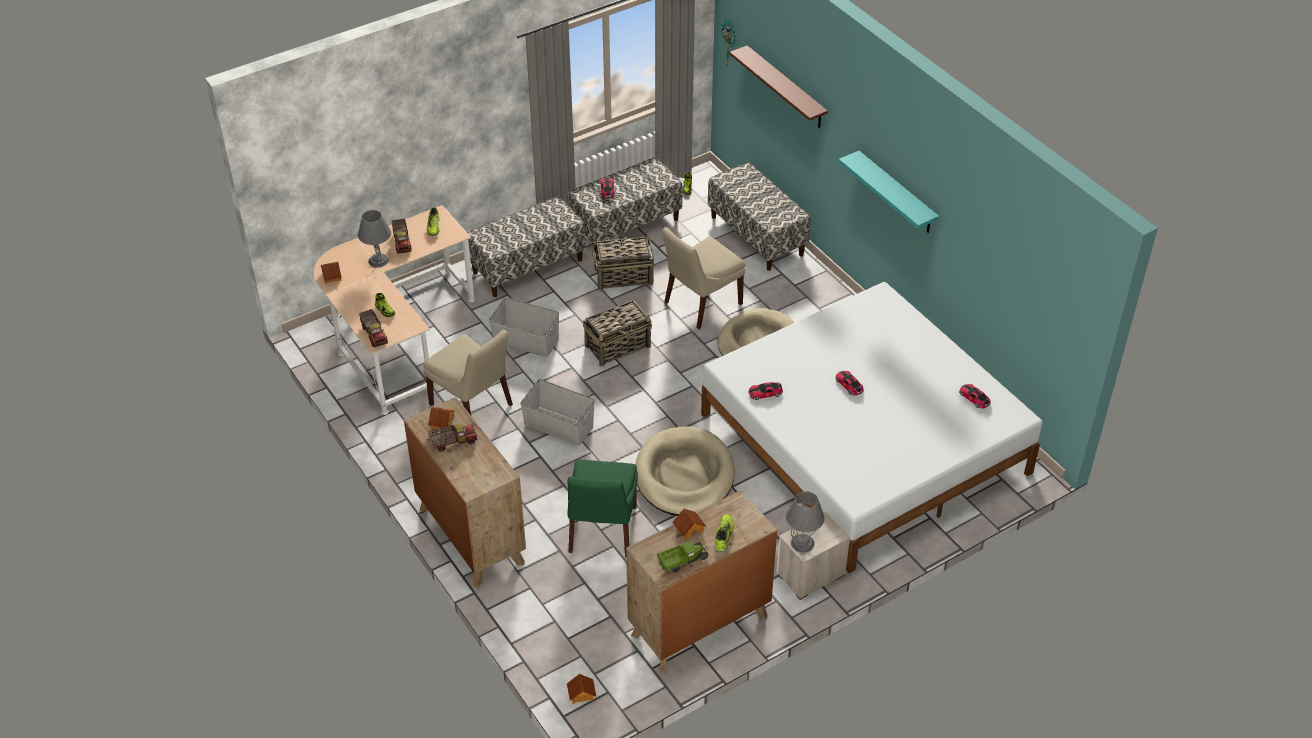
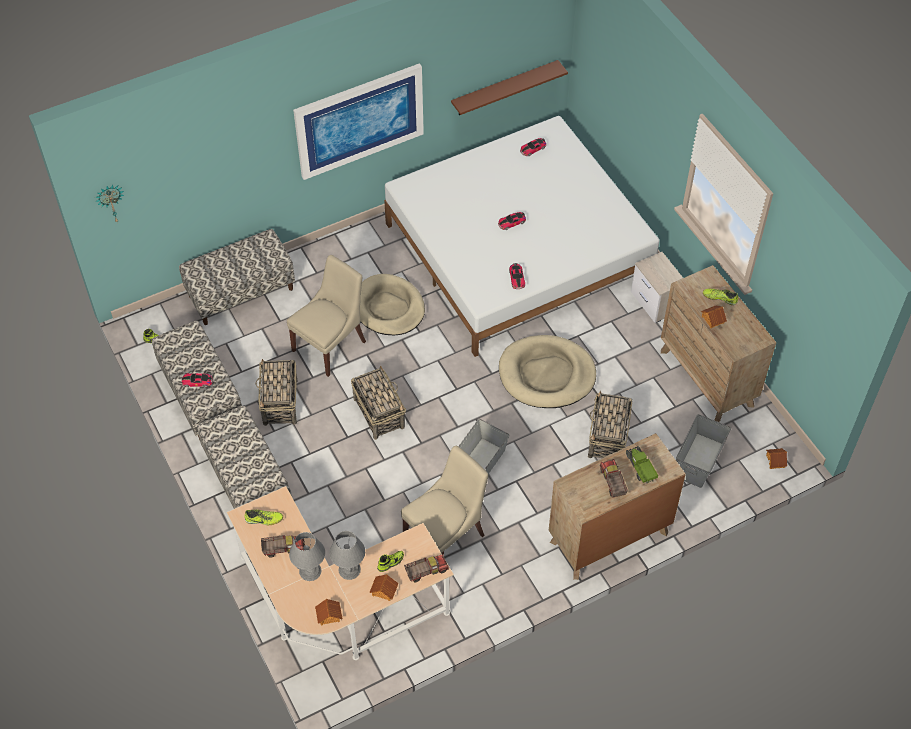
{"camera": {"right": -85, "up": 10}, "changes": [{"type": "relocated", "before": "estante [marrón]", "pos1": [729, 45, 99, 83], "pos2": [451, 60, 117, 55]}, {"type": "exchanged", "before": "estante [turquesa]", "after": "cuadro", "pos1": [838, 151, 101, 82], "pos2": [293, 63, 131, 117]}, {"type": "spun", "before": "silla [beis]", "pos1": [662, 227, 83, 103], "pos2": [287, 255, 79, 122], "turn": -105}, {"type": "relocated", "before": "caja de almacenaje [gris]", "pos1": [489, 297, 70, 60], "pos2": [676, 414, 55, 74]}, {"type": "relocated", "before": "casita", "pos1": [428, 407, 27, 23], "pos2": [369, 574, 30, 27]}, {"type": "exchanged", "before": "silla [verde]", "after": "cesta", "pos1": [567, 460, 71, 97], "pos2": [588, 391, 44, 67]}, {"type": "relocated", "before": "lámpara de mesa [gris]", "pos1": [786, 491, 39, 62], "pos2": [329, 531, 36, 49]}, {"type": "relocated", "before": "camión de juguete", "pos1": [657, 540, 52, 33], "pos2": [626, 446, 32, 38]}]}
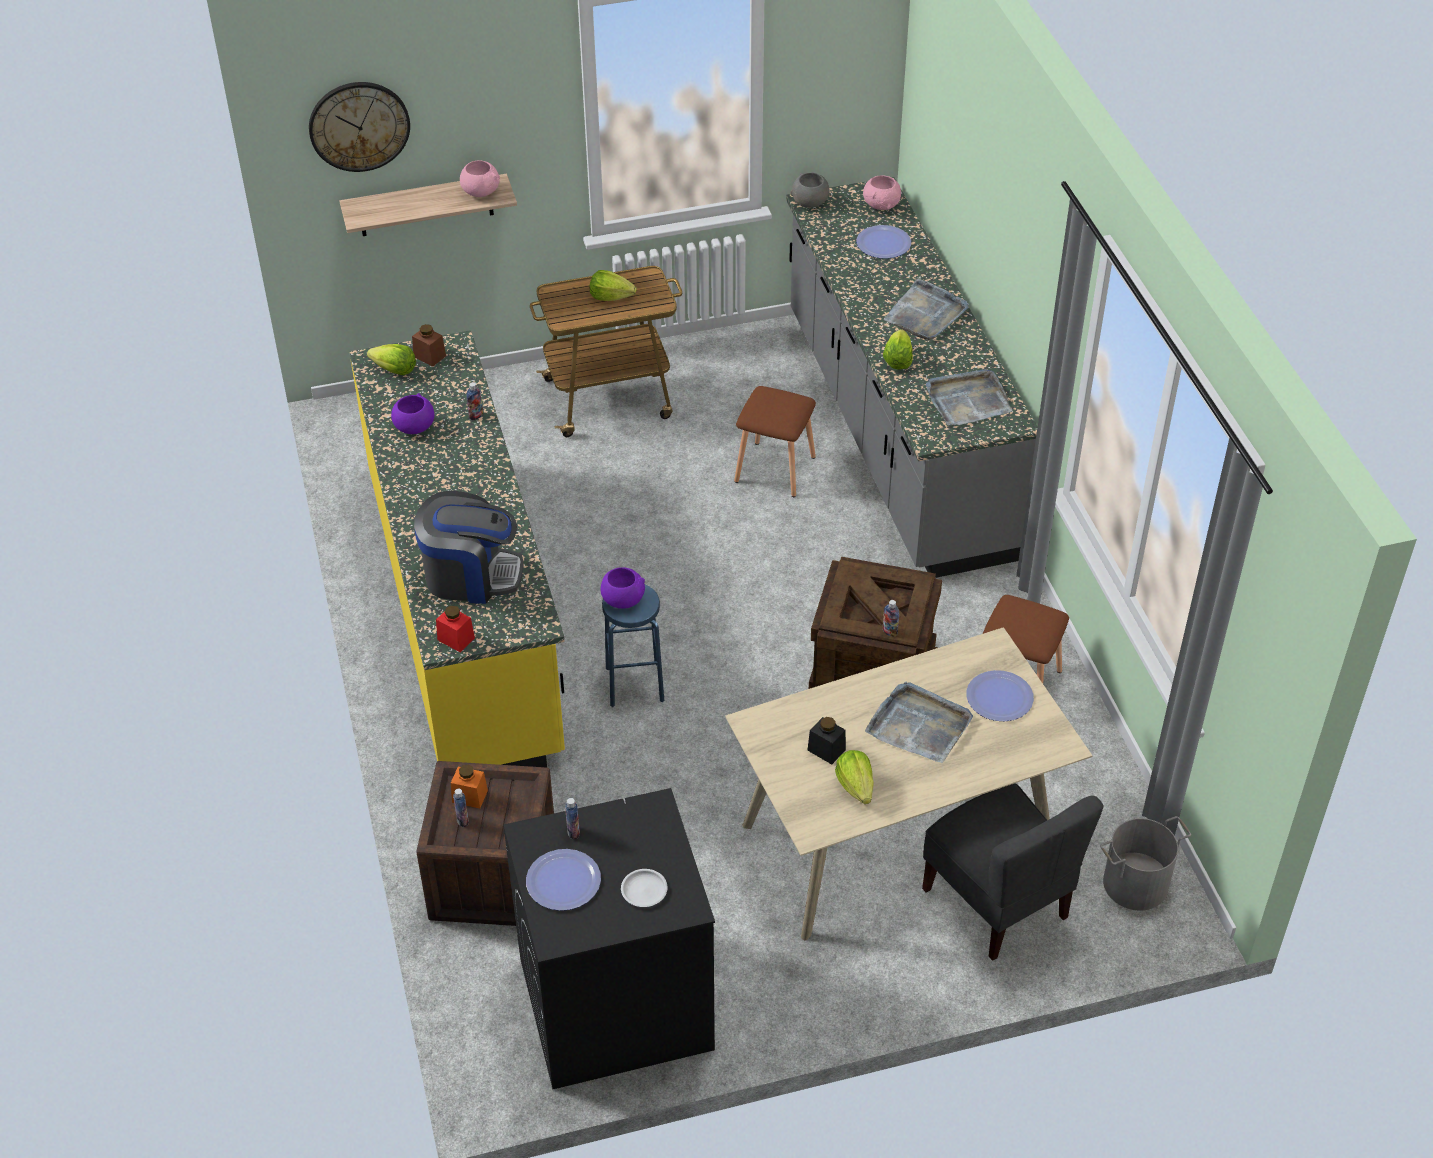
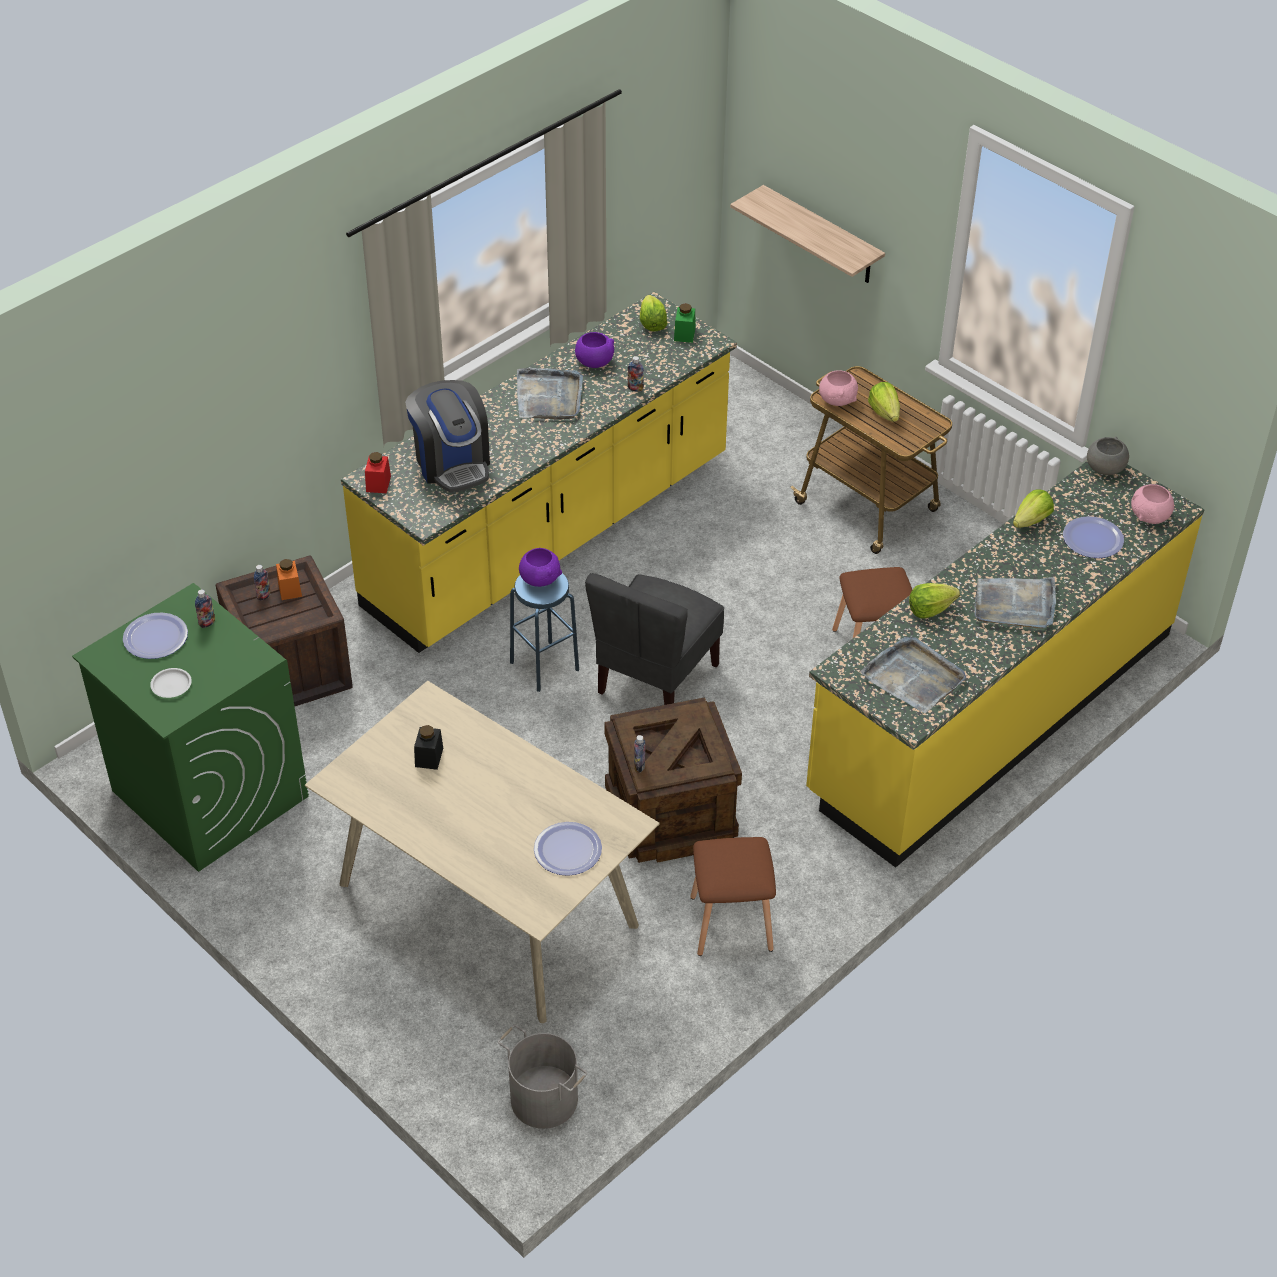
{"camera": {"right": 60, "up": 0}, "changes": [{"type": "missing", "before": "reloj de pared", "pos1": [309, 82, 101, 90]}, {"type": "relocated", "before": "cuenco [rosa]", "pos1": [460, 160, 40, 37], "pos2": [819, 370, 39, 36]}, {"type": "colour", "before": "mueble bajo de cocina [gris]", "after": "mueble bajo de cocina [amarillo]", "pos1": [786, 177, 251, 401], "pos2": [806, 461, 399, 407]}, {"type": "colour", "before": "tarro [marrón]", "after": "tarro [verde]", "pos1": [412, 324, 34, 43], "pos2": [674, 303, 21, 40]}, {"type": "relocated", "before": "bandeja [gris]", "pos1": [865, 681, 108, 82], "pos2": [517, 368, 66, 52]}, {"type": "relocated", "before": "lechuga", "pos1": [835, 750, 39, 54], "pos2": [1013, 489, 41, 39]}, {"type": "relocated", "before": "silla [gris]", "pos1": [922, 783, 182, 178], "pos2": [585, 573, 139, 132]}, {"type": "colour", "before": "lavadora [negro]", "after": "lavadora [verde]", "pos1": [503, 788, 212, 301], "pos2": [72, 583, 237, 289]}]}
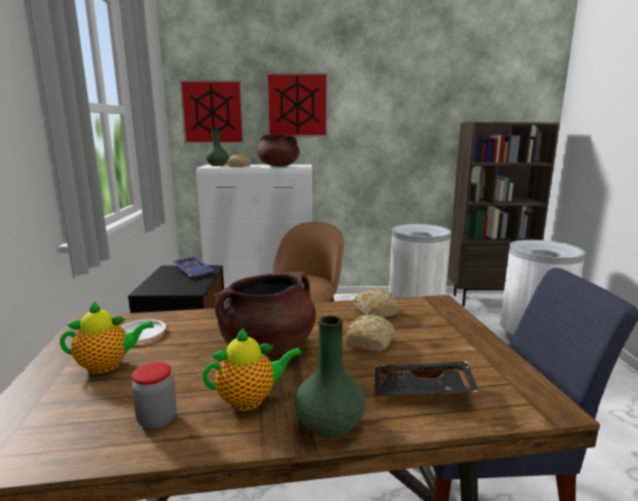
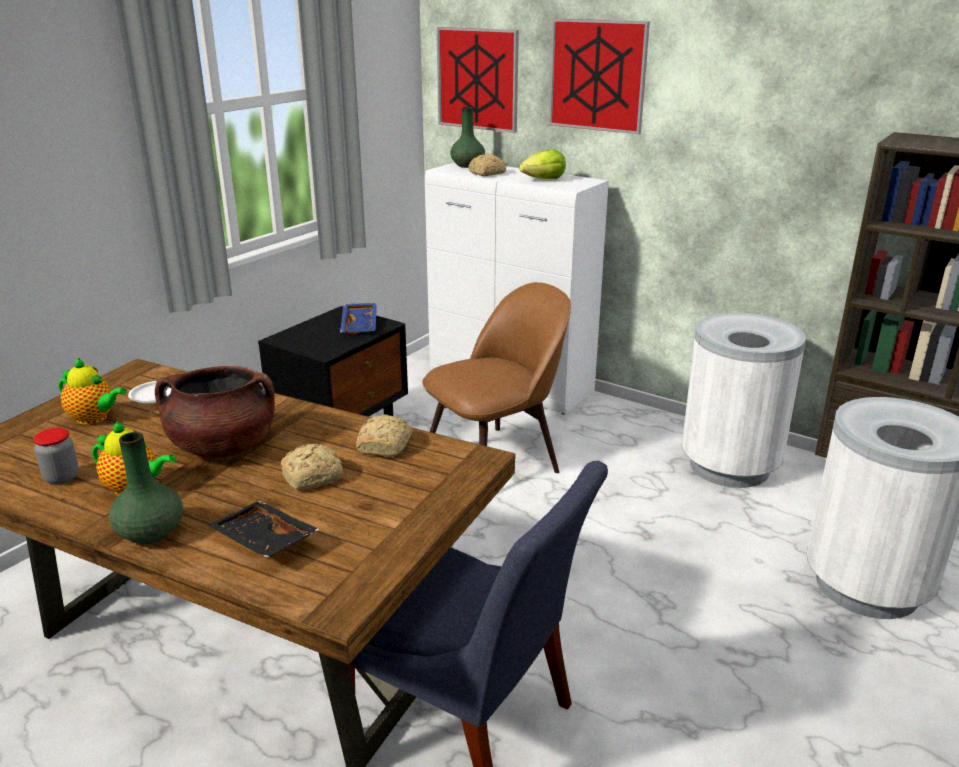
{"camera": {"right": 35, "up": 10}, "changes": [{"type": "exchanged", "before": "olla [marrón]", "after": "lechuga", "pos1": [257, 134, 42, 32], "pos2": [519, 150, 47, 29]}]}
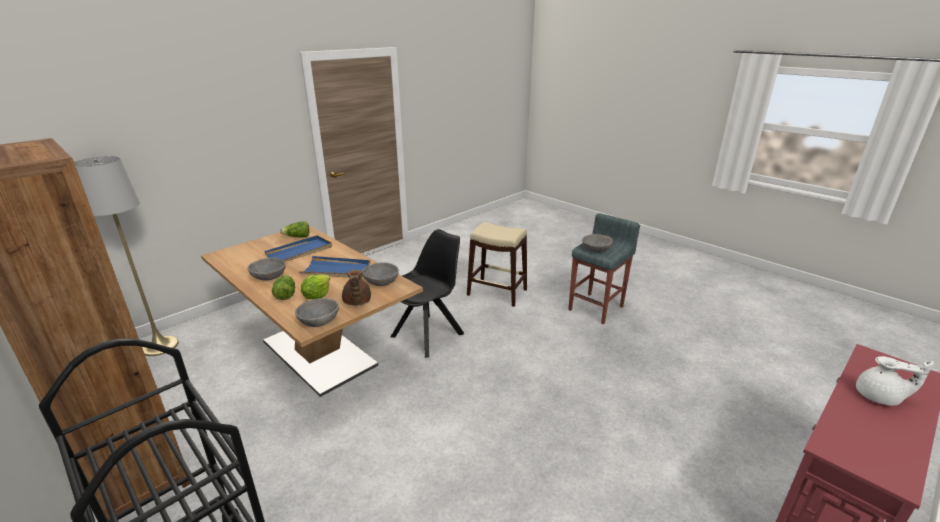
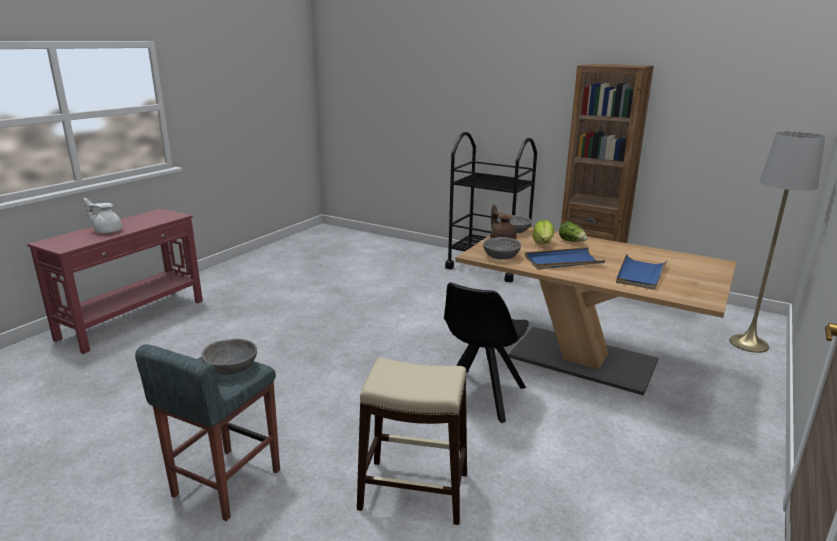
{"camera": {"right": 165, "up": -5}, "changes": [{"type": "missing", "before": "lechuga", "pos1": [280, 221, 29, 17]}, {"type": "missing", "before": "cuenco [gris]", "pos1": [247, 258, 39, 23]}]}
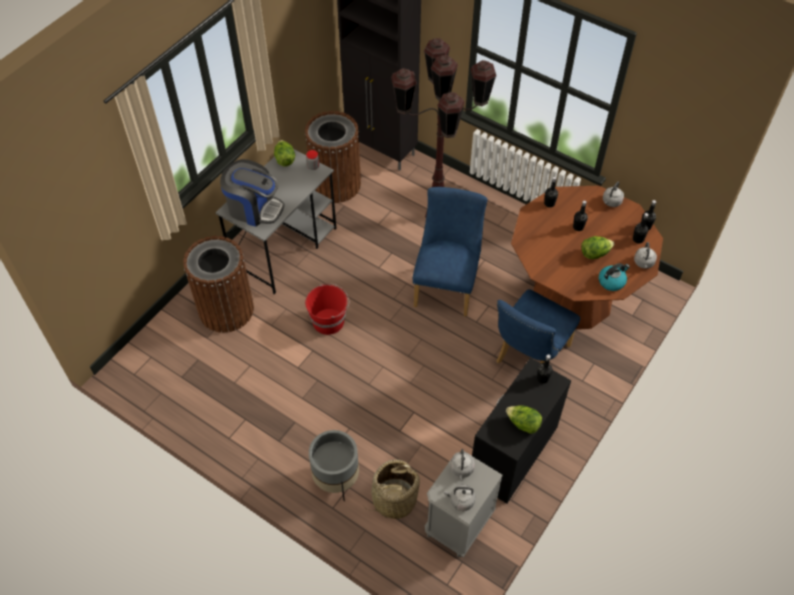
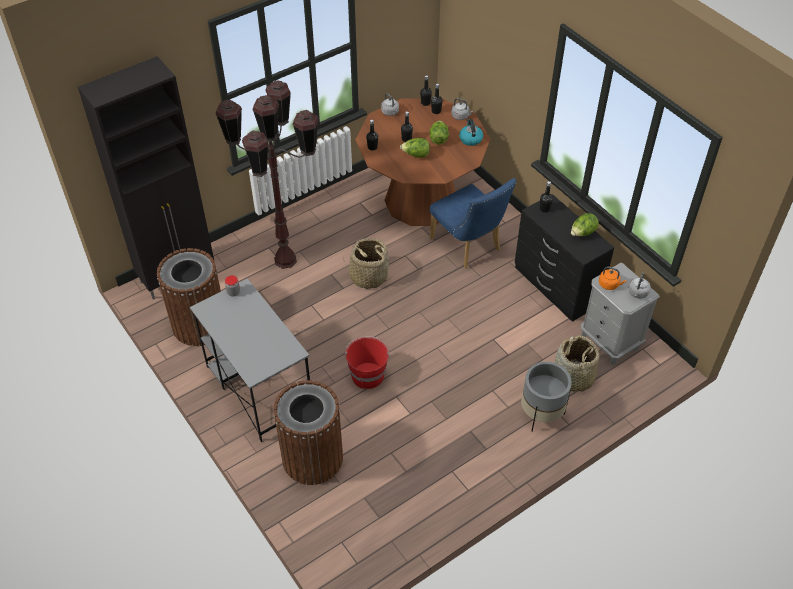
{"camera": {"right": -70, "up": -5}, "changes": [{"type": "relocated", "before": "lechuga", "pos1": [274, 140, 21, 26], "pos2": [400, 138, 30, 19]}, {"type": "missing", "before": "cafetera", "pos1": [220, 159, 64, 68]}, {"type": "exchanged", "before": "silla [azul]", "after": "cesta", "pos1": [413, 187, 74, 130], "pos2": [343, 238, 48, 51]}, {"type": "colour", "before": "hervidor [gris]", "after": "hervidor [naranja]", "pos1": [450, 449, 25, 31], "pos2": [599, 267, 28, 23]}]}
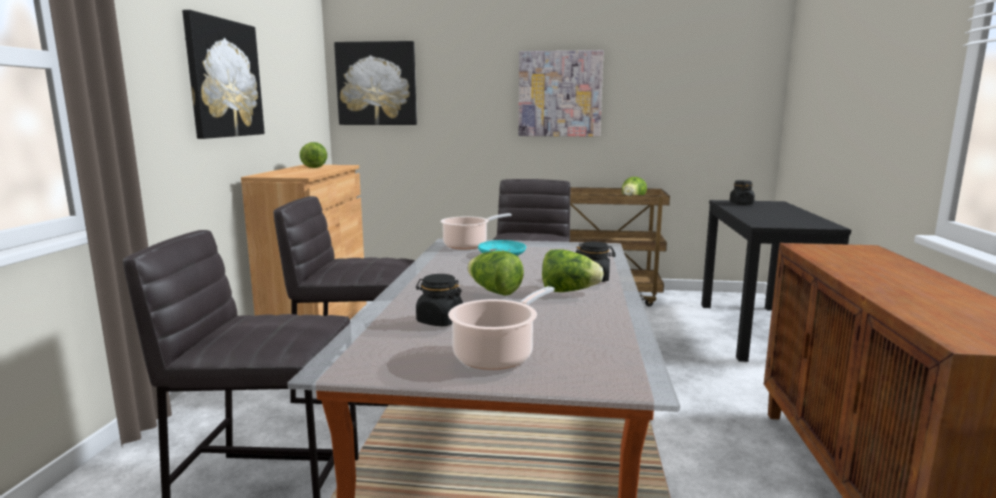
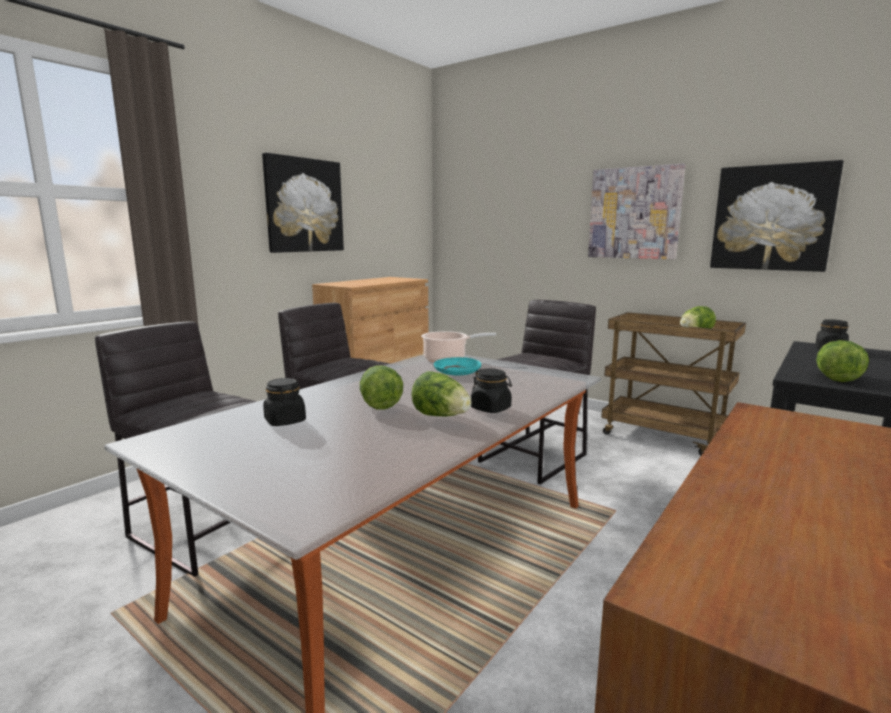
{"camera": {"right": 30, "up": 0}, "changes": [{"type": "relocated", "before": "cuadro", "pos1": [334, 41, 83, 84], "pos2": [710, 160, 134, 112]}, {"type": "relocated", "before": "lechuga", "pos1": [300, 142, 27, 26], "pos2": [816, 340, 53, 42]}, {"type": "missing", "before": "olla", "pos1": [448, 286, 106, 84]}]}
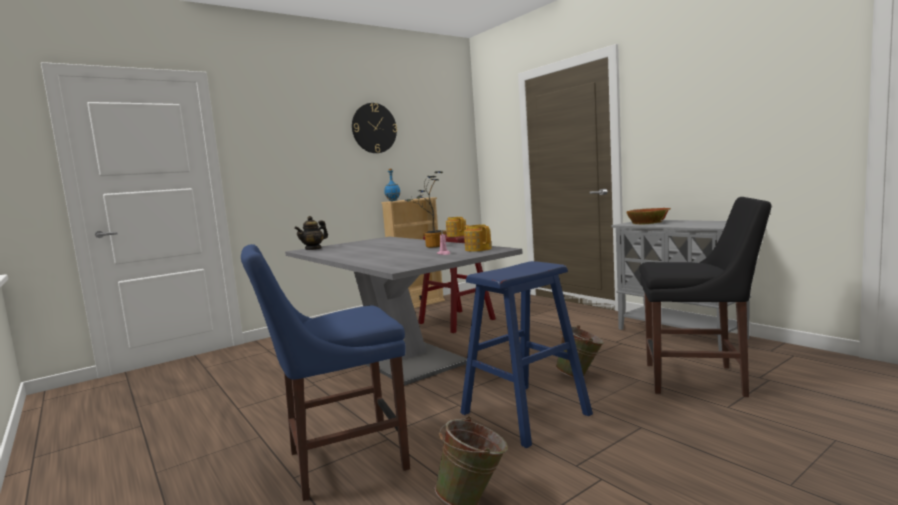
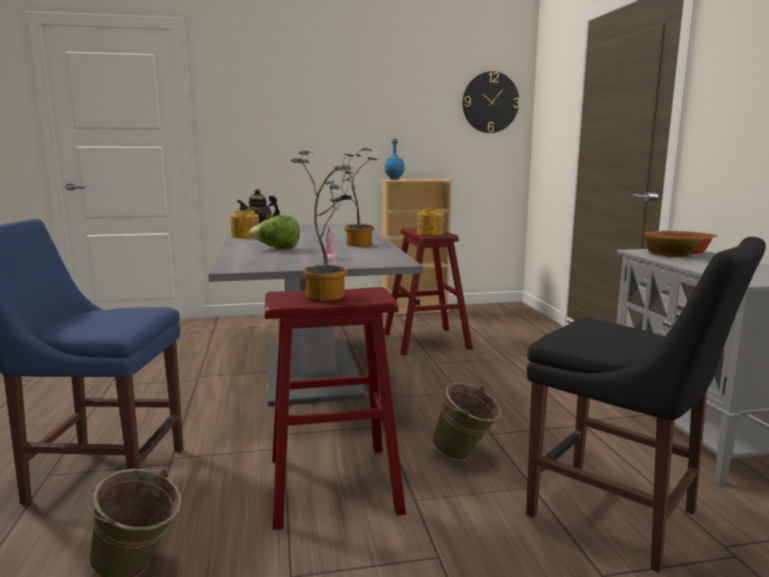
{"camera": {"right": 25, "up": 5}, "changes": [{"type": "relocated", "before": "reloj de pared", "pos1": [352, 103, 45, 50], "pos2": [463, 71, 57, 62]}, {"type": "relocated", "before": "tetera", "pos1": [464, 225, 28, 27], "pos2": [230, 210, 29, 28]}, {"type": "colour", "before": "taburete [azul]", "after": "taburete [rojo]", "pos1": [460, 261, 133, 187], "pos2": [265, 287, 141, 243]}, {"type": "appeared", "after": "planta en maceta", "pos2": [290, 151, 63, 150]}, {"type": "appeared", "after": "lechuga", "pos2": [249, 215, 51, 34]}]}
